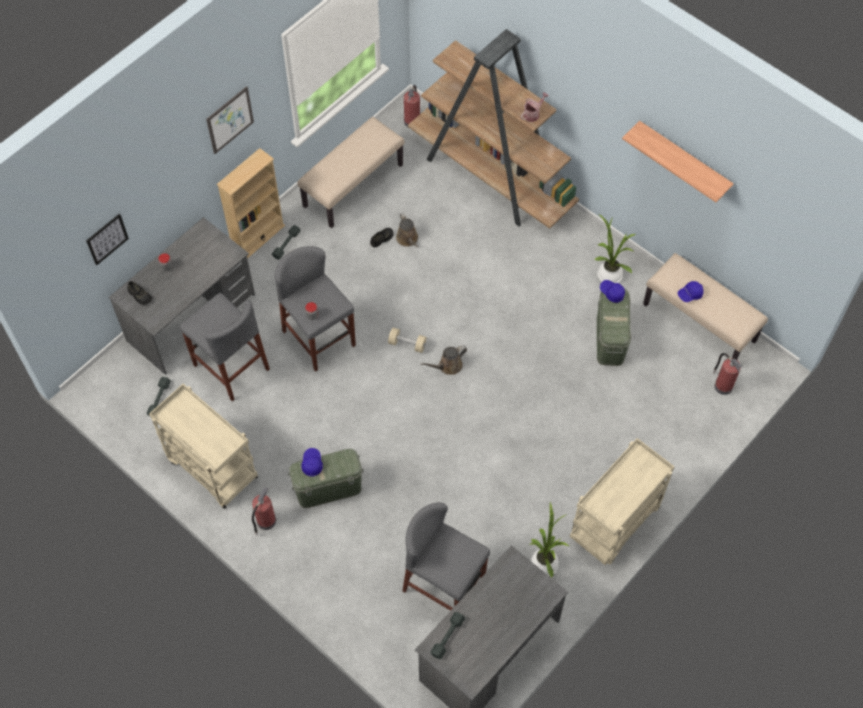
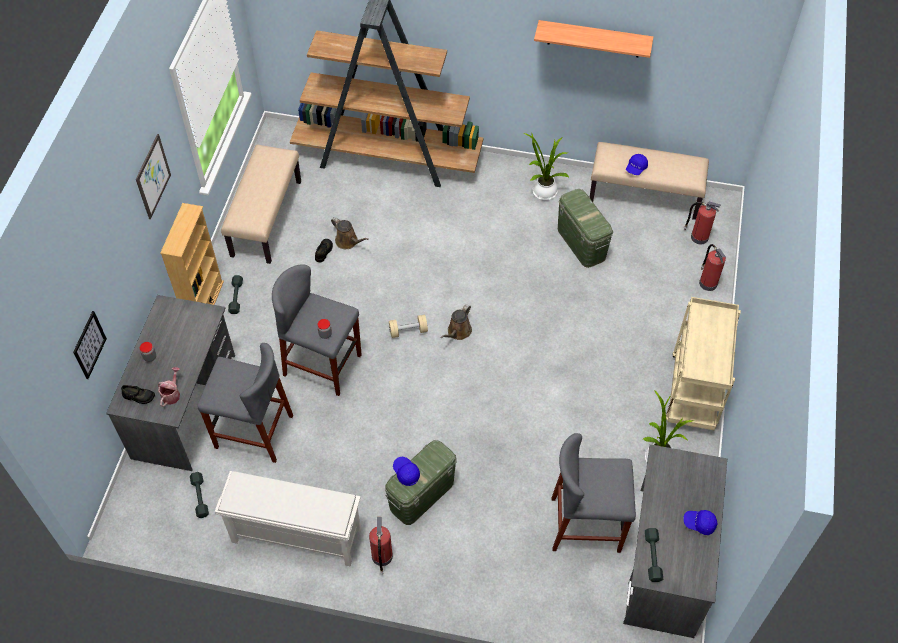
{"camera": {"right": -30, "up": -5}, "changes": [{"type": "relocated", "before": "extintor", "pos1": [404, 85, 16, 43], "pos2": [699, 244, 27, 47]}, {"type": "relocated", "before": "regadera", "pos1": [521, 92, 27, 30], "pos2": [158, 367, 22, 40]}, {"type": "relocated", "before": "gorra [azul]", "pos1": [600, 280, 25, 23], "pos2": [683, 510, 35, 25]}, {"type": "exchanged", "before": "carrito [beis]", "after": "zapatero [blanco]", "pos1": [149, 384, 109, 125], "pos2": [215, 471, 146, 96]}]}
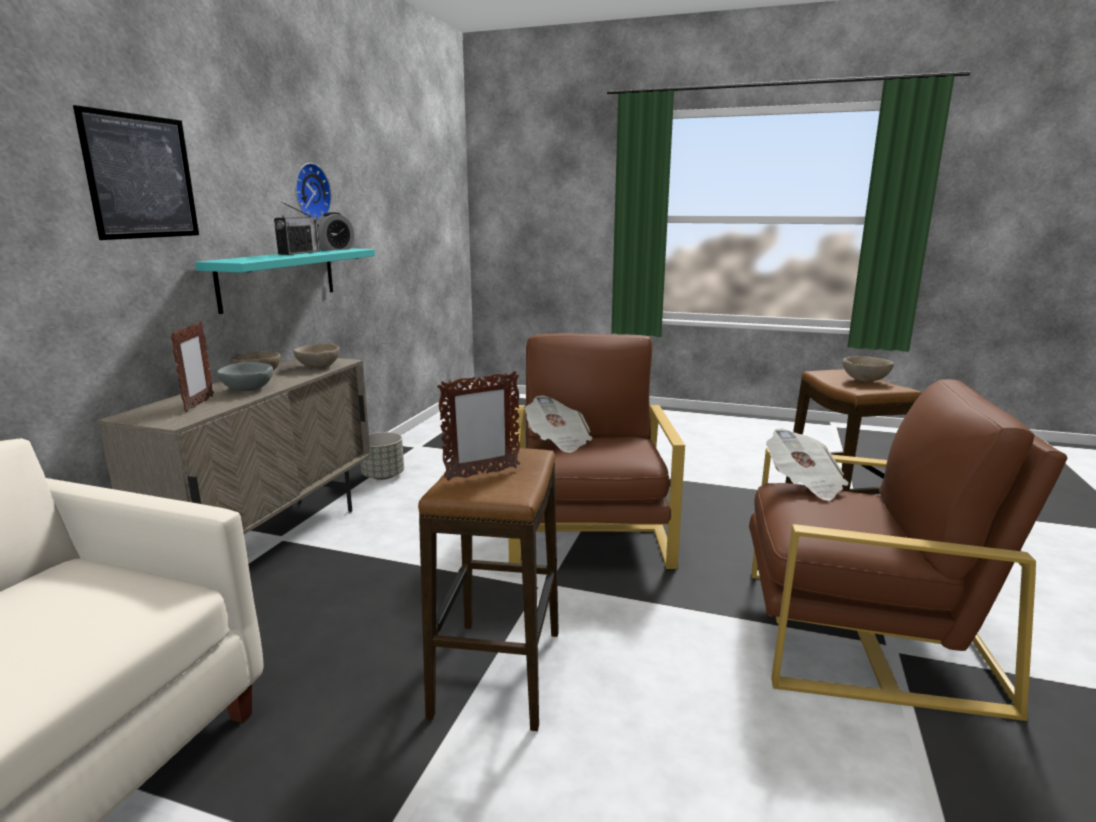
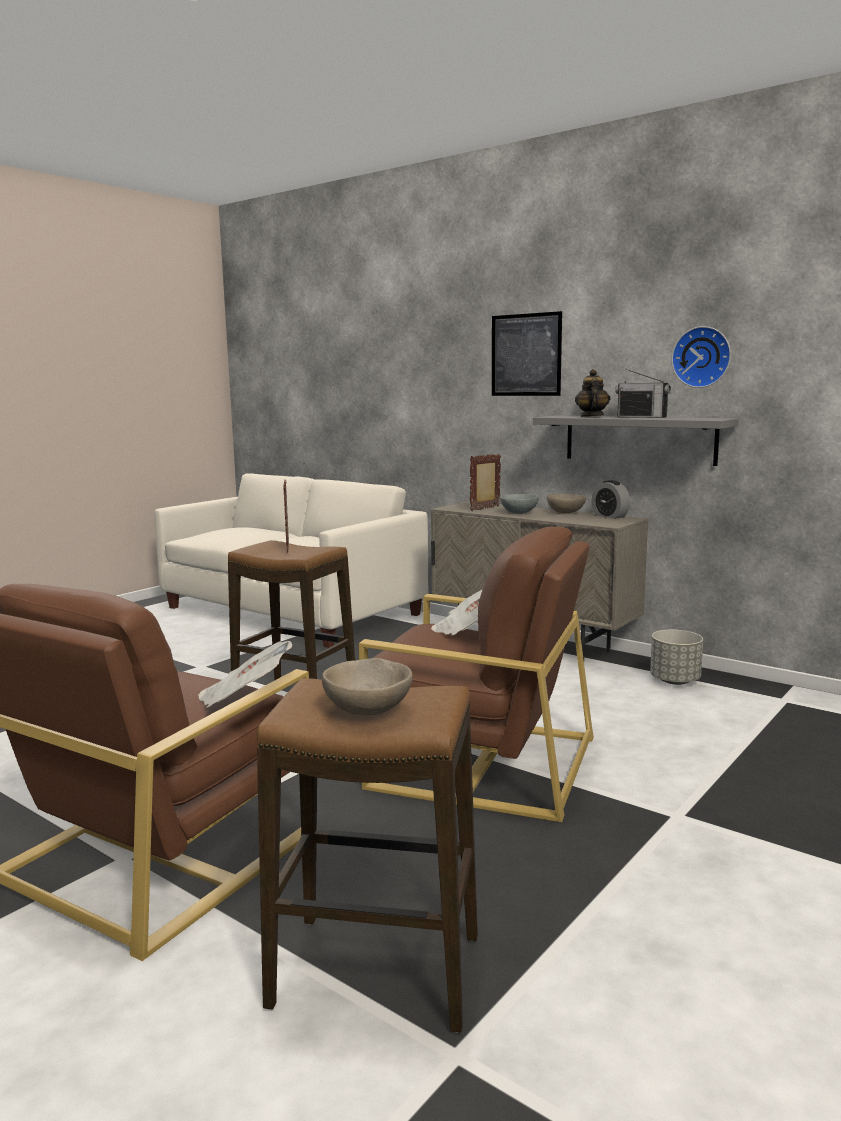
{"camera": {"right": 110, "up": -5}, "changes": [{"type": "relocated", "before": "despertador", "pos1": [318, 212, 36, 39], "pos2": [592, 480, 38, 39]}, {"type": "colour", "before": "estante [turquesa]", "after": "estante [gris]", "pos1": [195, 249, 180, 65], "pos2": [533, 416, 205, 50]}, {"type": "spun", "before": "portarretratos", "pos1": [170, 321, 44, 91], "pos2": [470, 454, 31, 57], "turn": 120}, {"type": "missing", "before": "cuenco [beis]", "pos1": [293, 343, 47, 25]}, {"type": "appeared", "after": "tetera", "pos2": [575, 369, 35, 48]}]}
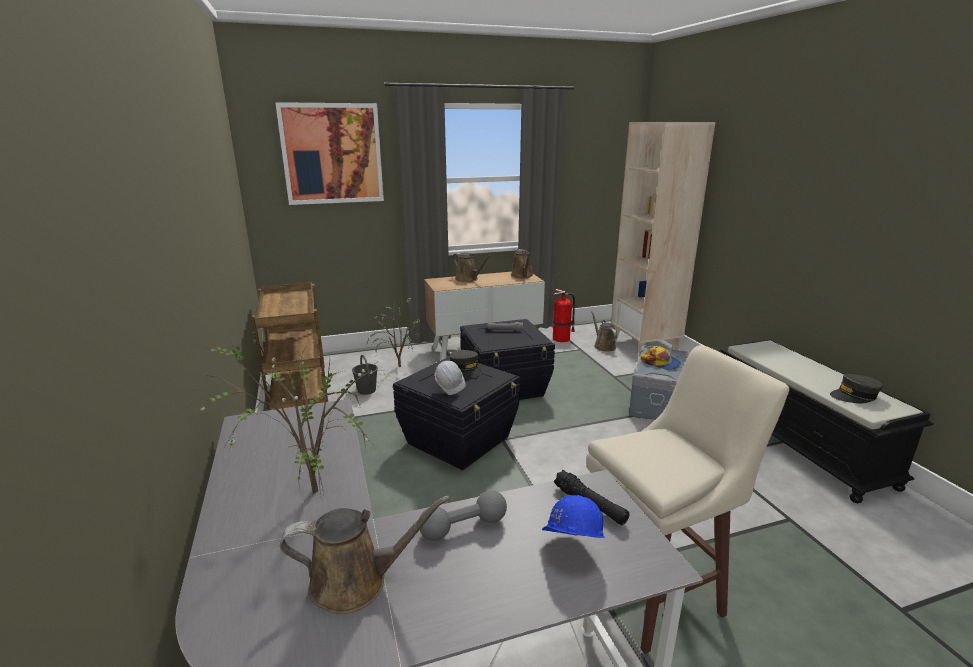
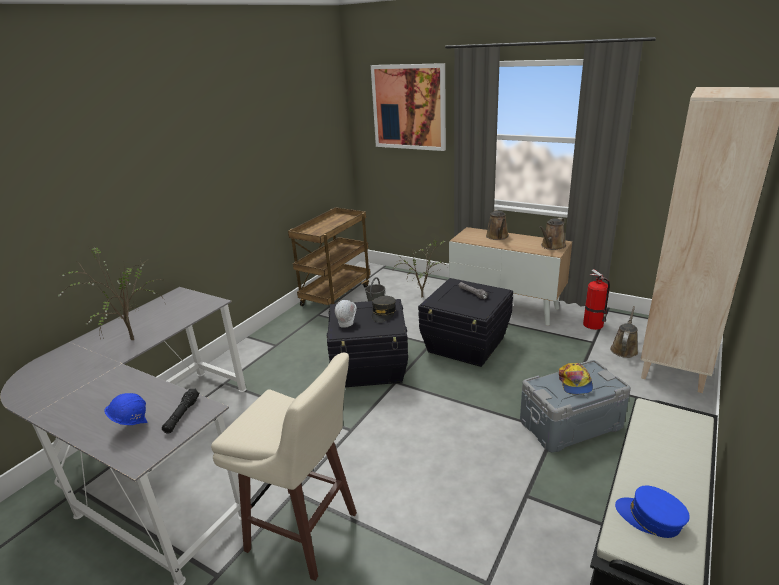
{"camera": {"right": 50, "up": 5}, "changes": [{"type": "colour", "before": "gorra [gris]", "after": "gorra [azul]", "pos1": [830, 374, 53, 29], "pos2": [615, 486, 75, 52]}, {"type": "missing", "before": "mancuerna [gris]", "pos1": [420, 490, 87, 51]}, {"type": "missing", "before": "regadera [marrón]", "pos1": [280, 496, 170, 118]}]}
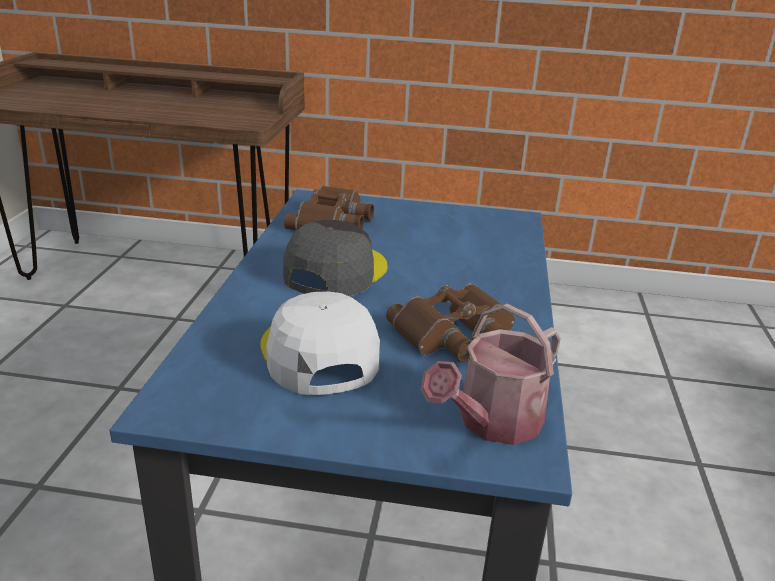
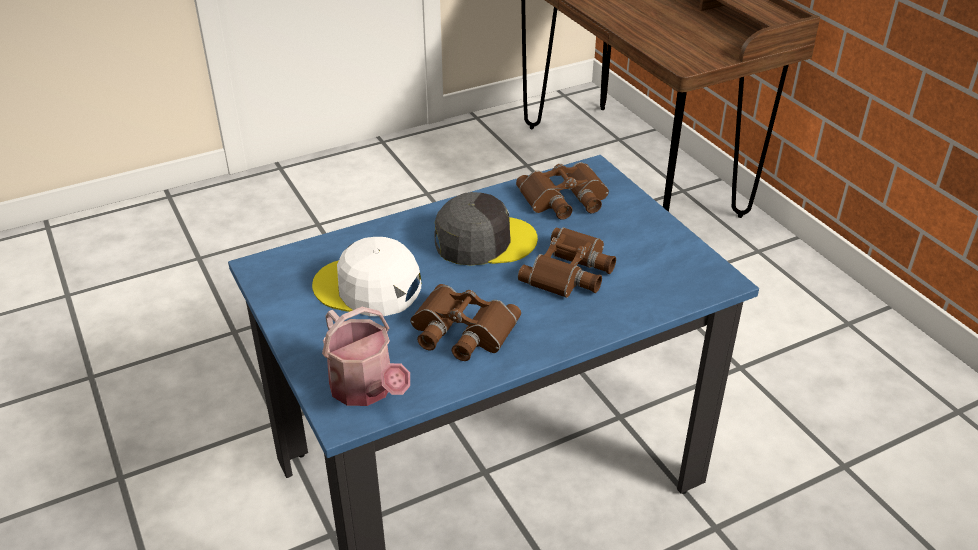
{"camera": {"right": 55, "up": 10}, "changes": [{"type": "spun", "before": "gorra [blanco]", "pos1": [260, 291, 120, 104], "pos2": [312, 237, 110, 79], "turn": -105}, {"type": "spun", "before": "regadera", "pos1": [421, 304, 140, 141], "pos2": [322, 307, 88, 99], "turn": -135}, {"type": "appeared", "after": "prismáticos [marrón]", "pos2": [518, 227, 98, 71]}]}
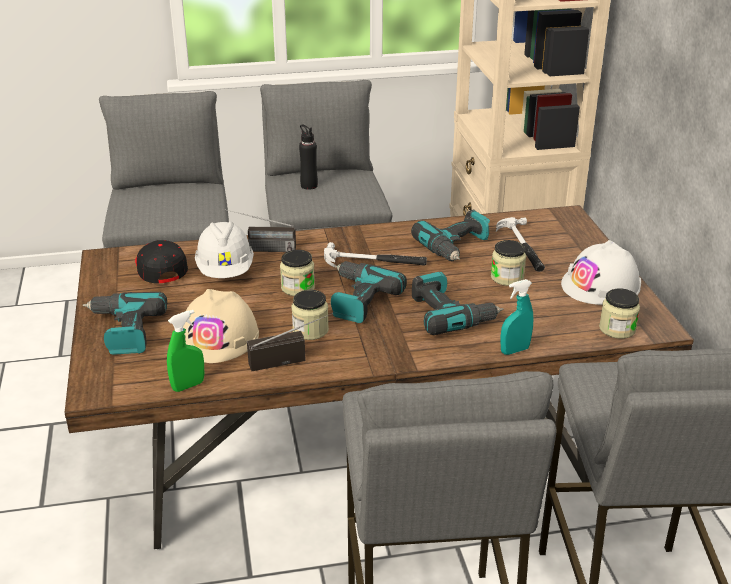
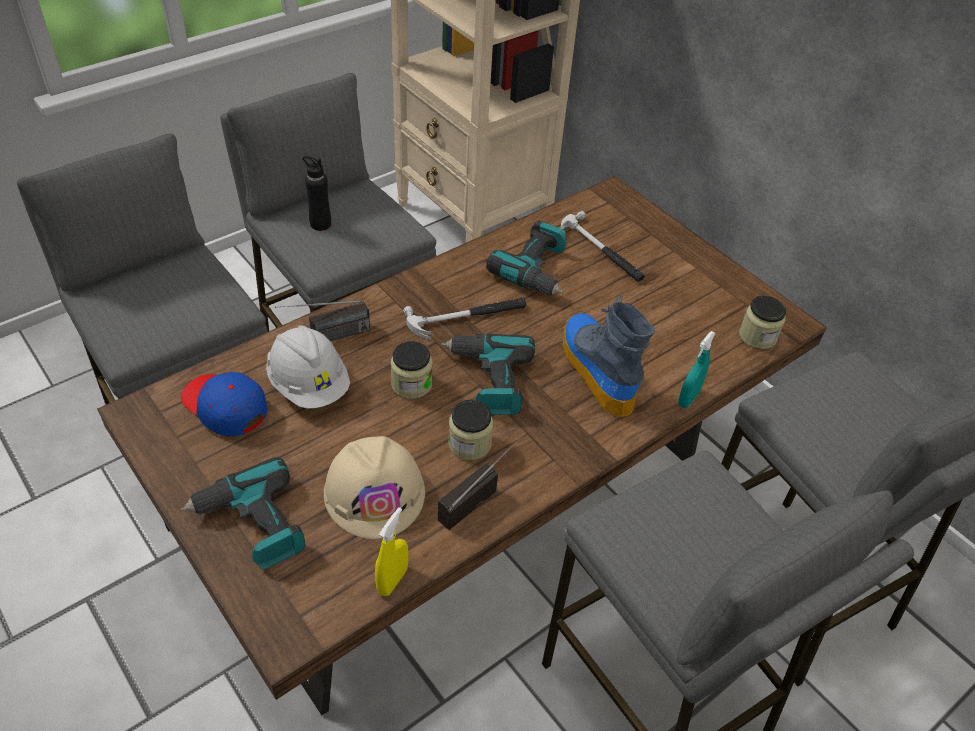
{"camera": {"right": -30, "up": 15}, "changes": [{"type": "colour", "before": "gorra [negro]", "after": "gorra [azul]", "pos1": [135, 240, 53, 44], "pos2": [181, 372, 87, 64]}, {"type": "missing", "before": "tarro", "pos1": [491, 240, 35, 46]}, {"type": "missing", "before": "casco [blanco]", "pos1": [561, 240, 80, 65]}, {"type": "exchanged", "before": "taladro", "after": "bota", "pos1": [412, 272, 91, 63], "pos2": [563, 295, 92, 122]}, {"type": "colour", "before": "pulverizador [verde]", "after": "pulverizador [amarillo]", "pos1": [167, 310, 37, 82], "pos2": [375, 507, 34, 89]}]}
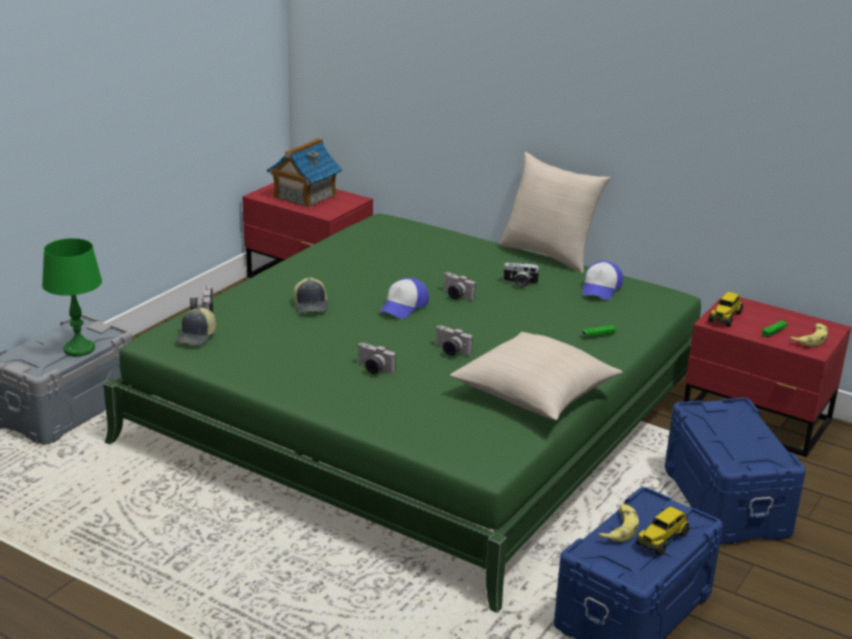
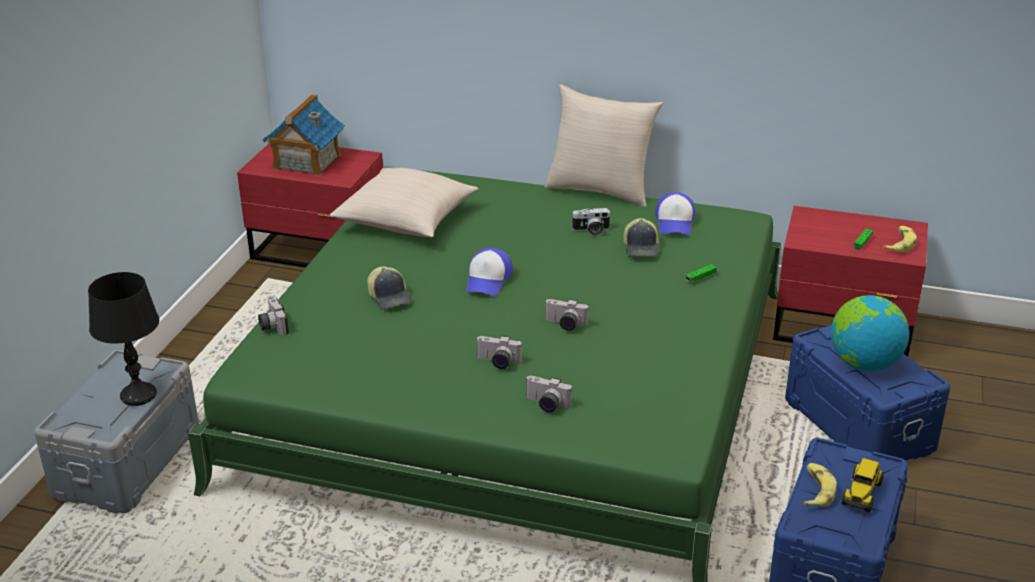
{"camera": {"right": -15, "up": 5}, "changes": [{"type": "colour", "before": "lámpara de mesa [verde]", "after": "lámpara de mesa [negro]", "pos1": [42, 238, 60, 118], "pos2": [88, 272, 71, 134]}, {"type": "relocated", "before": "cámara", "pos1": [444, 272, 32, 28], "pos2": [525, 376, 47, 37]}, {"type": "missing", "before": "camión de juguete", "pos1": [708, 292, 35, 35]}, {"type": "relocated", "before": "gorra", "pos1": [175, 308, 41, 38], "pos2": [624, 218, 35, 39]}, {"type": "relocated", "before": "cojín [beis]", "pos1": [450, 332, 173, 88], "pos2": [330, 168, 149, 69]}, {"type": "appeared", "after": "globo terráqueo", "pos2": [831, 295, 78, 76]}]}
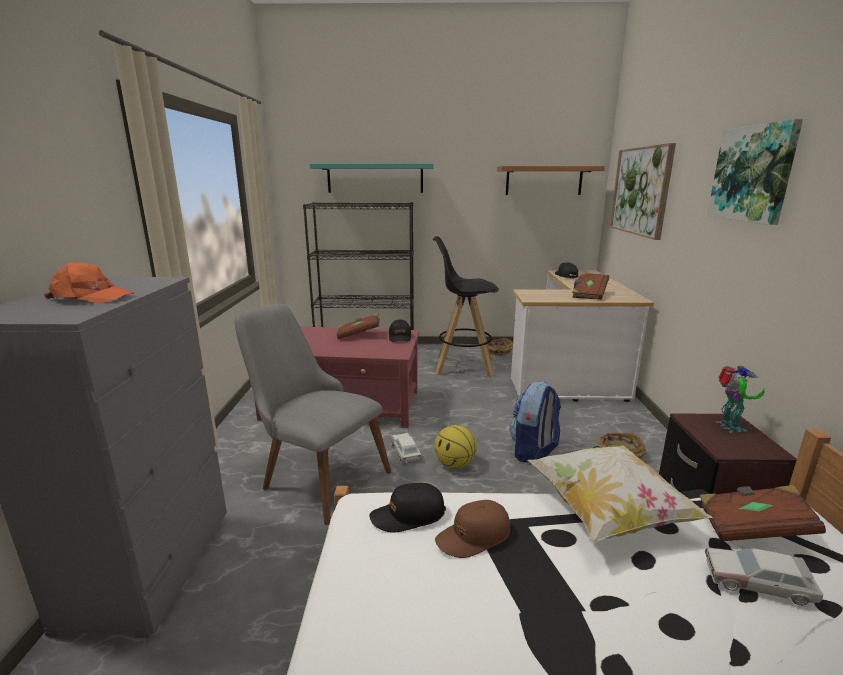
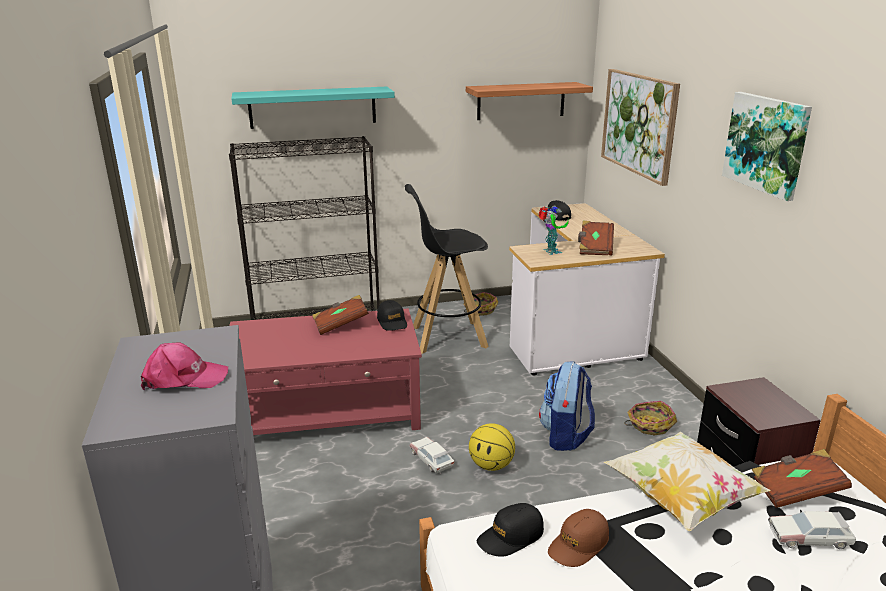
{"camera": {"right": -15, "up": 5}, "changes": [{"type": "colour", "before": "gorra [naranja]", "after": "gorra [rosa]", "pos1": [44, 262, 90, 42], "pos2": [141, 343, 87, 48]}, {"type": "missing", "before": "silla [gris]", "pos1": [235, 304, 156, 221]}, {"type": "relocated", "before": "robot de juguete", "pos1": [716, 366, 49, 67], "pos2": [538, 205, 31, 50]}]}
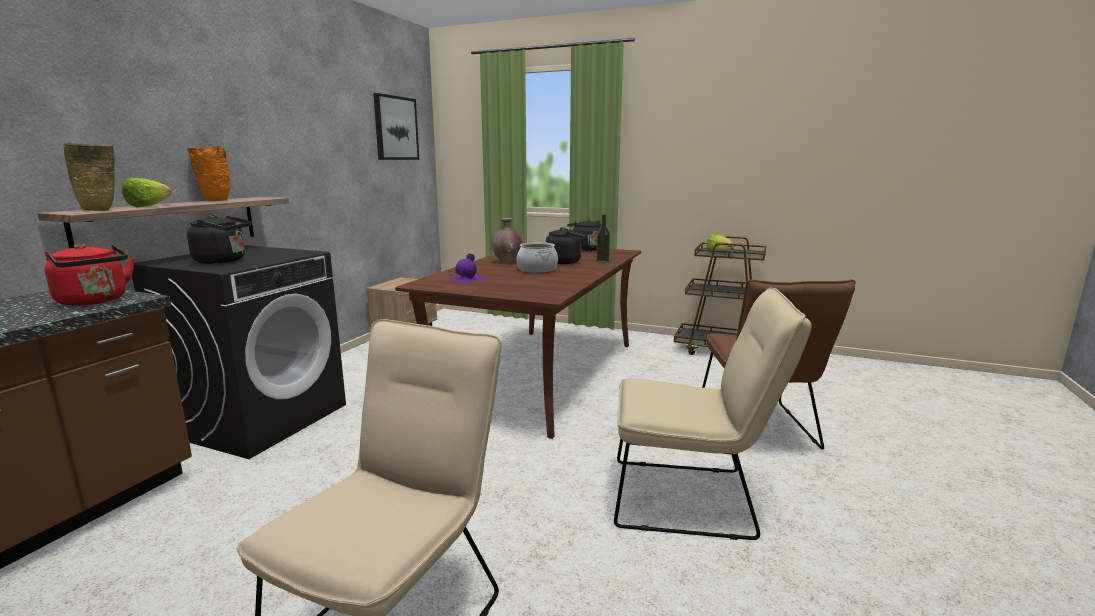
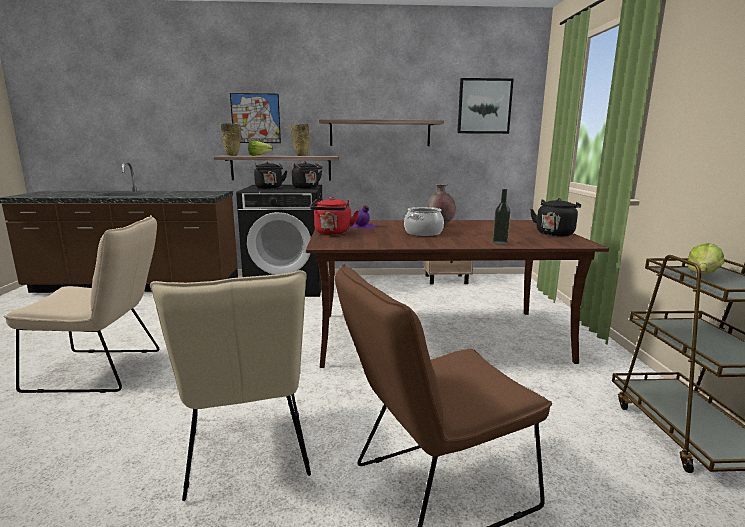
{"camera": {"right": 65, "up": 0}, "changes": [{"type": "colour", "before": "florero [naranja]", "after": "florero [beis]", "pos1": [187, 146, 43, 55], "pos2": [290, 124, 19, 32]}, {"type": "relocated", "before": "hervidor [negro]", "pos1": [545, 227, 41, 37], "pos2": [292, 161, 31, 28]}, {"type": "relocated", "before": "hervidor [rojo]", "pos1": [44, 244, 90, 62], "pos2": [310, 197, 49, 38]}, {"type": "appeared", "after": "cuadro", "pos2": [230, 93, 51, 50]}, {"type": "appeared", "after": "estante", "pos2": [319, 119, 125, 27]}]}
